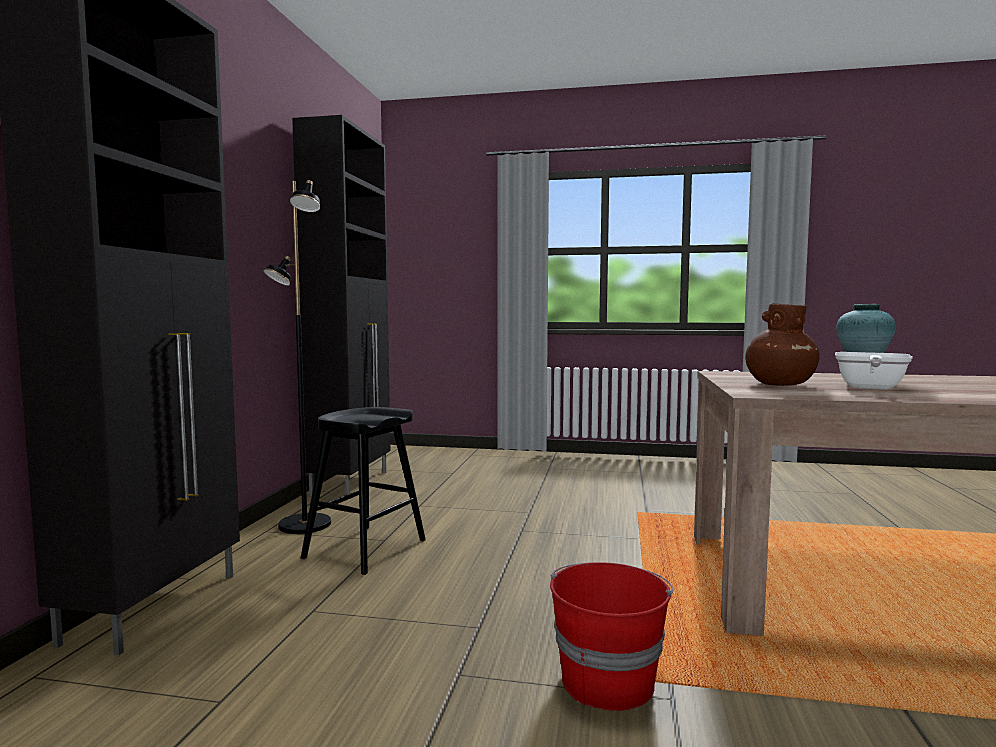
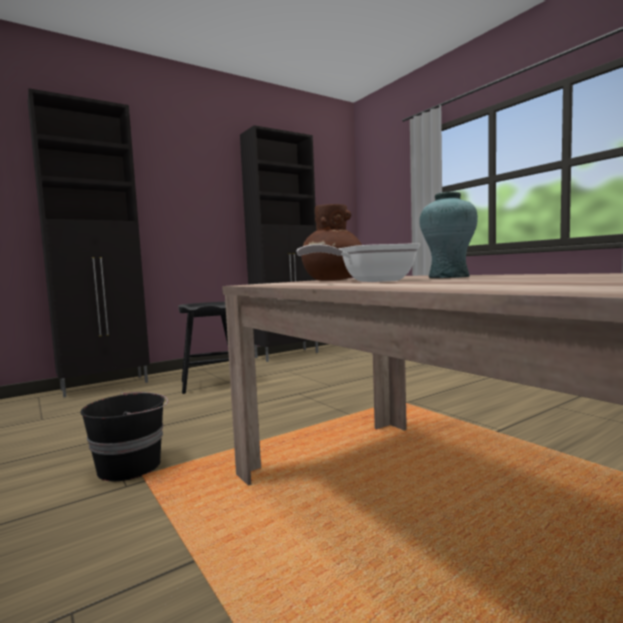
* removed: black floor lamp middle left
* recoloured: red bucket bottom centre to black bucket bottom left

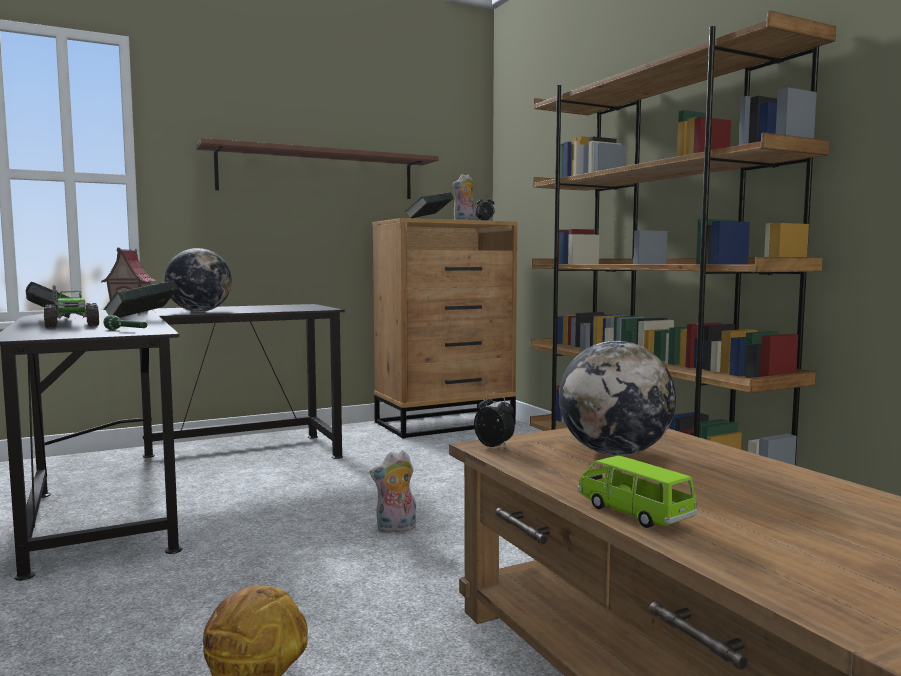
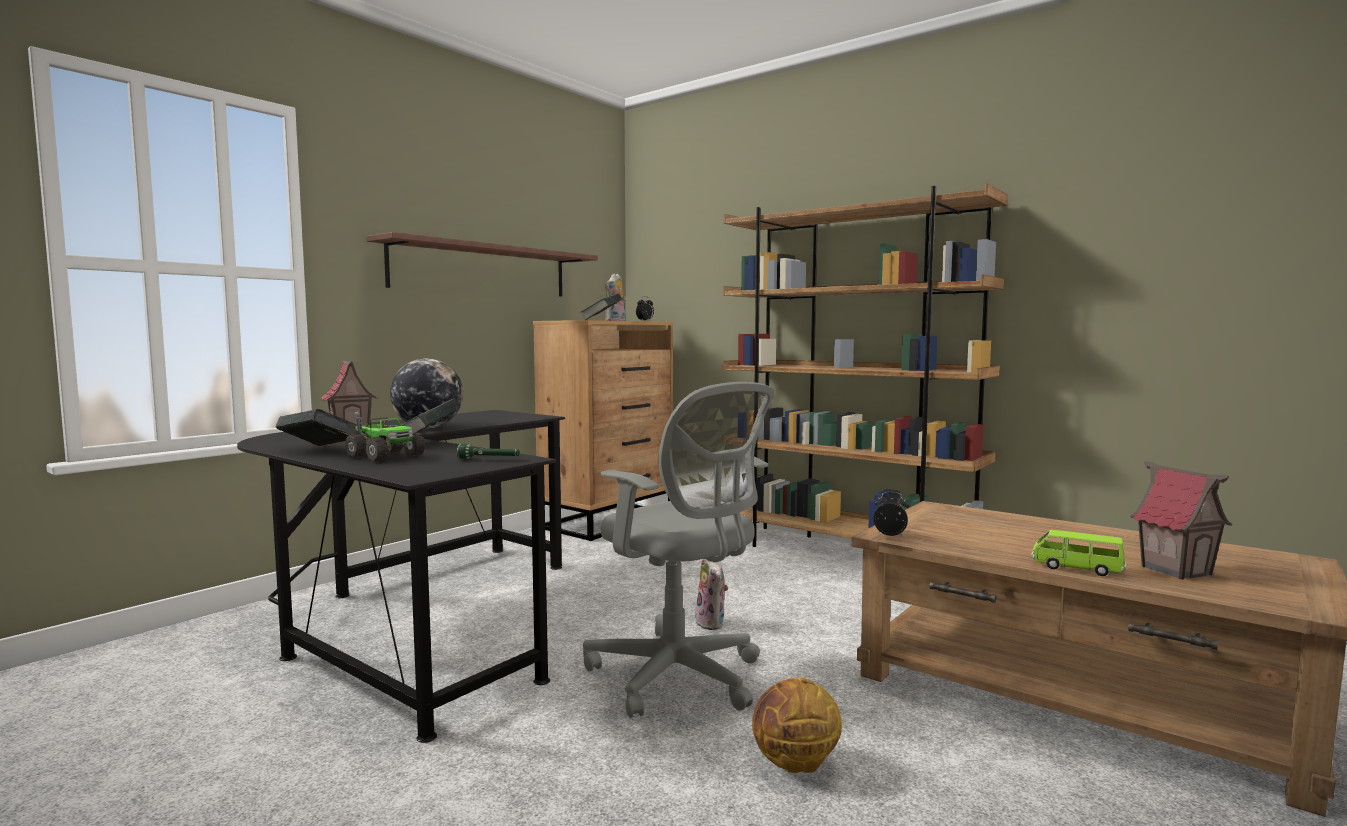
* removed: globe (2nd from left) middle right
* added: grey office chair centre
* added: toy house (2nd from left) middle right
* turned: plush toy (1st from left in the first image) bottom centre = bottom centre 60 degrees counterclockwise

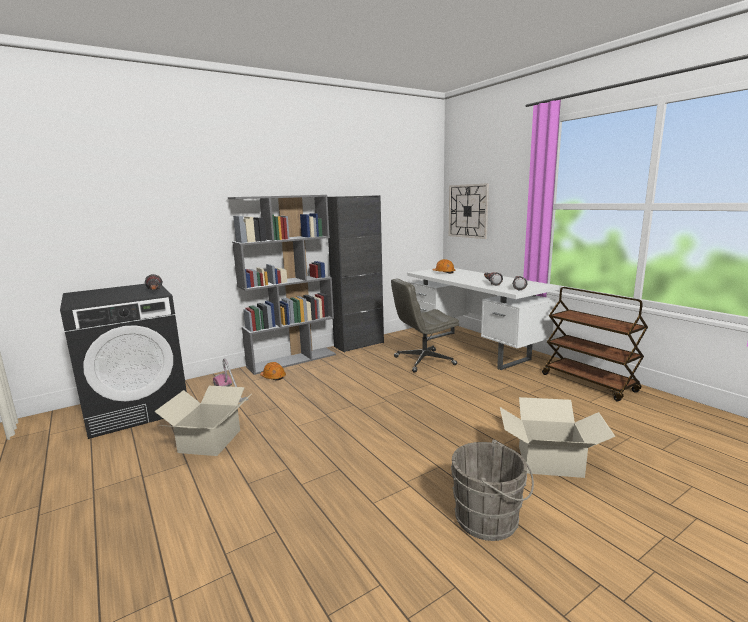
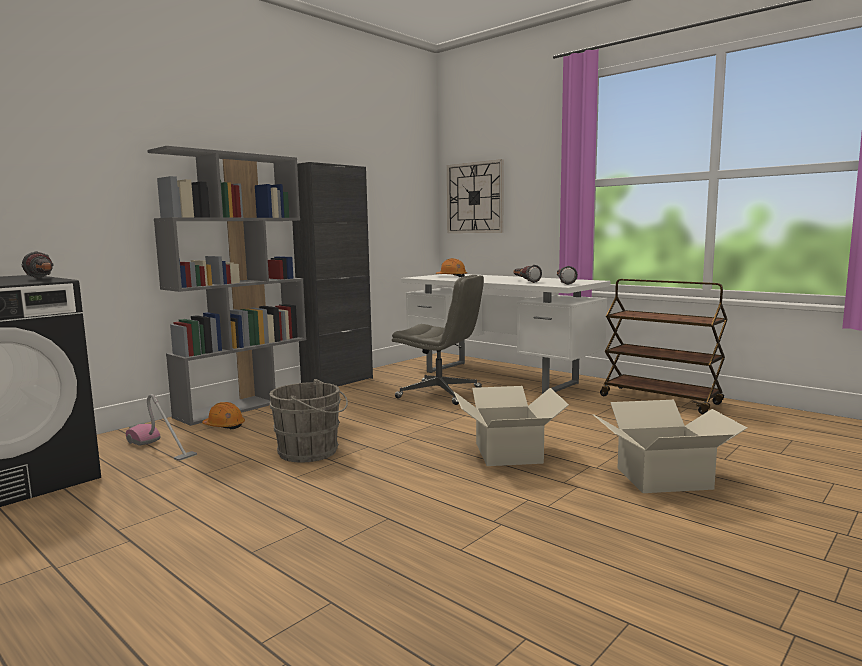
* moved: cardboard box (1st from left) bottom left to centre
* moved: grey bucket bottom centre to centre
* turned: grey office chair centre = centre 120 degrees counterclockwise

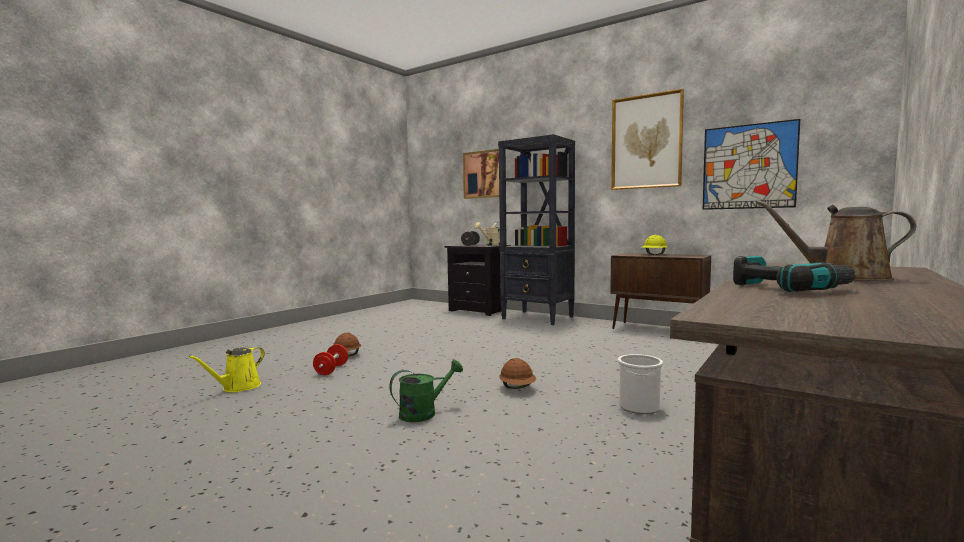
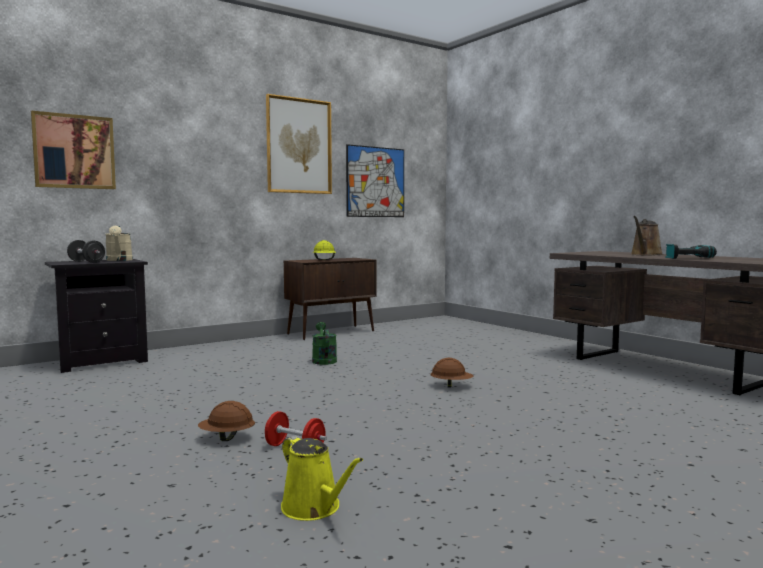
* removed: black bookcase centre
* removed: bucket bottom centre
* moved: green watering can bottom centre to centre

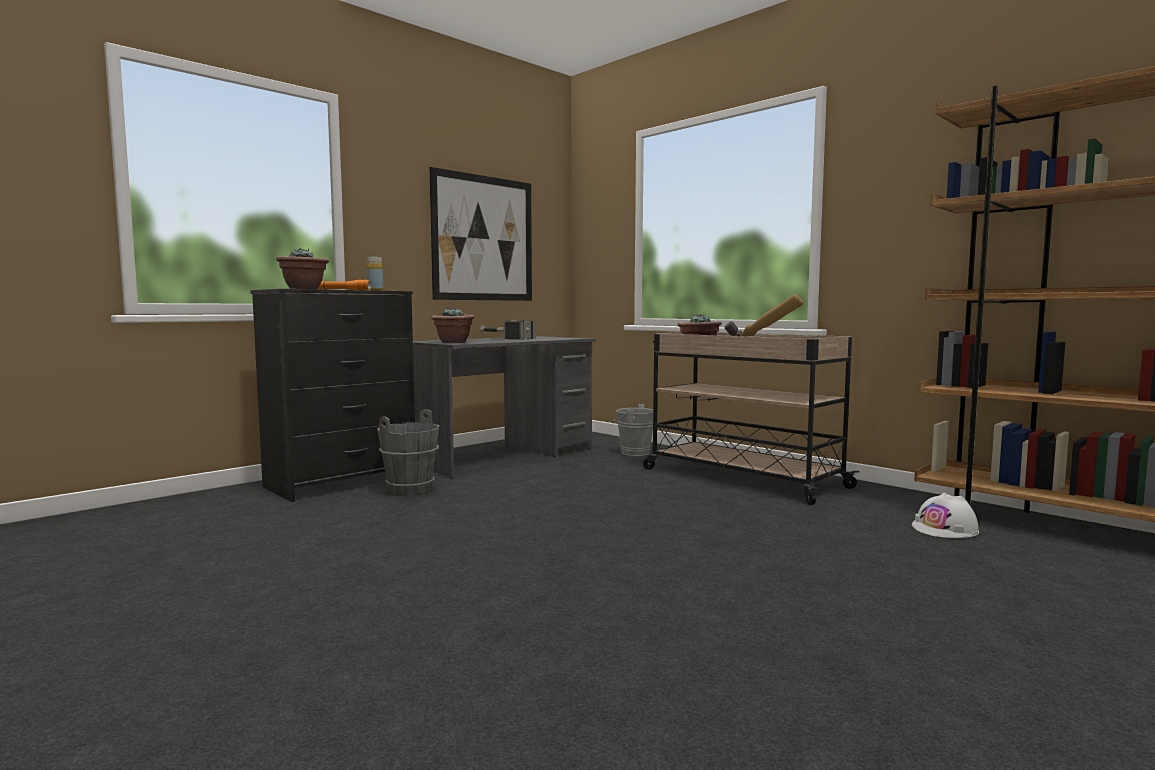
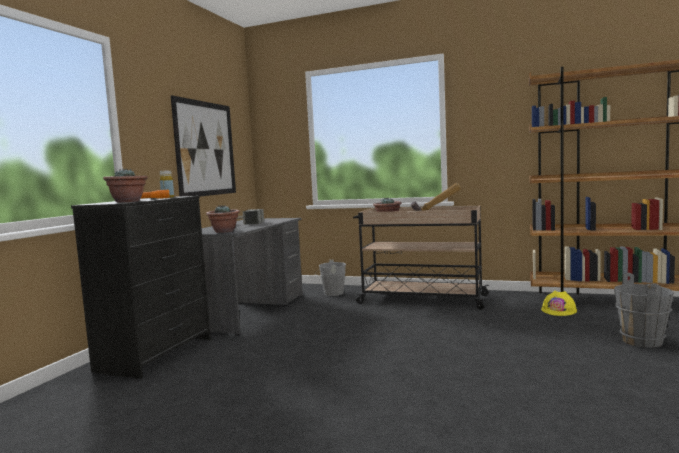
* moved: grey bucket (1st from left in the first image) centre to grey bucket (2nd from left) bottom right
* recoloured: white hard hat bottom right to yellow hard hat bottom right

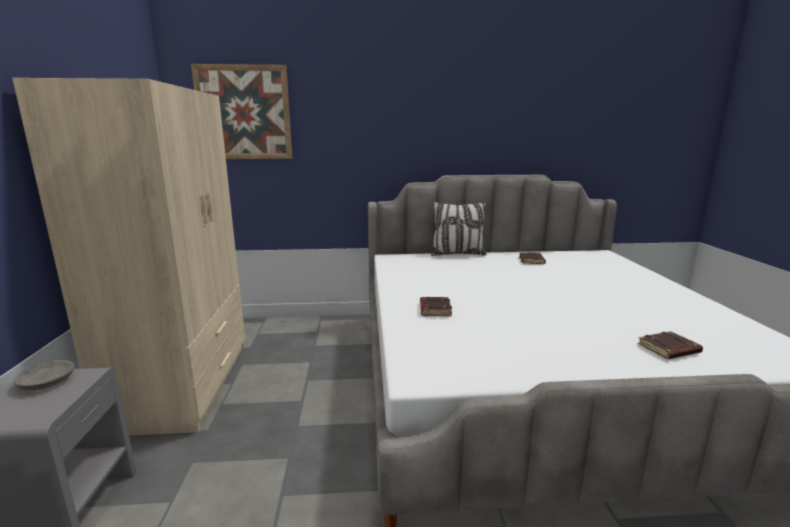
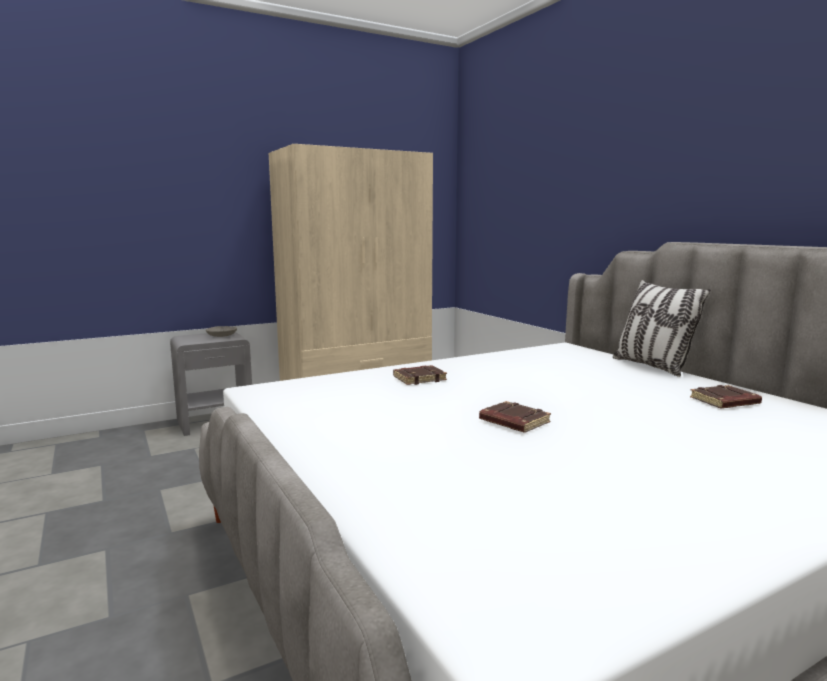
* removed: picture top left
* moved: brown book (3rd from left in the first image) middle right to brown book (2nd from left) centre

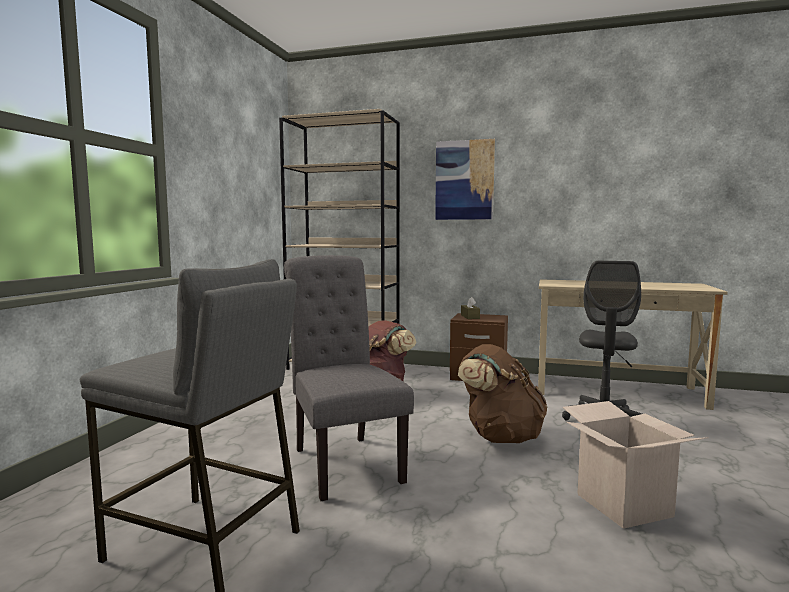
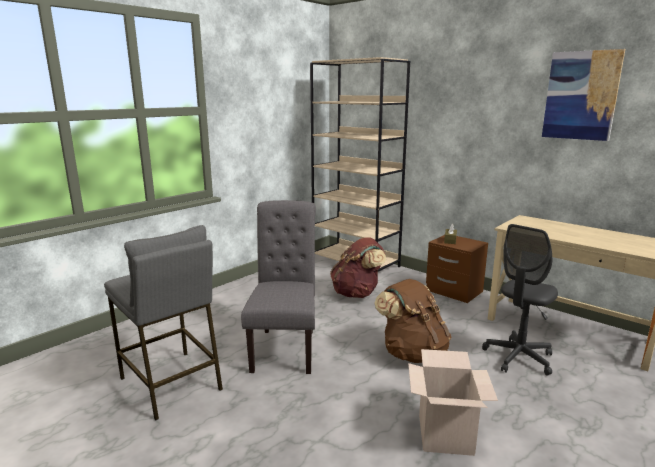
* moved: picture top centre to top right

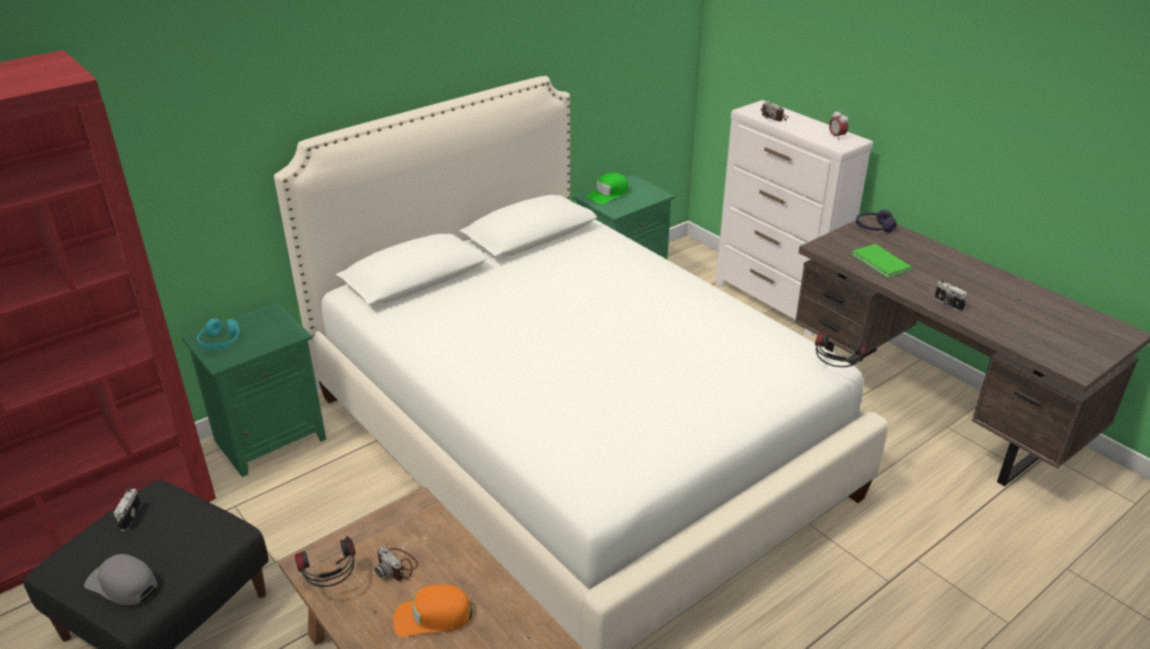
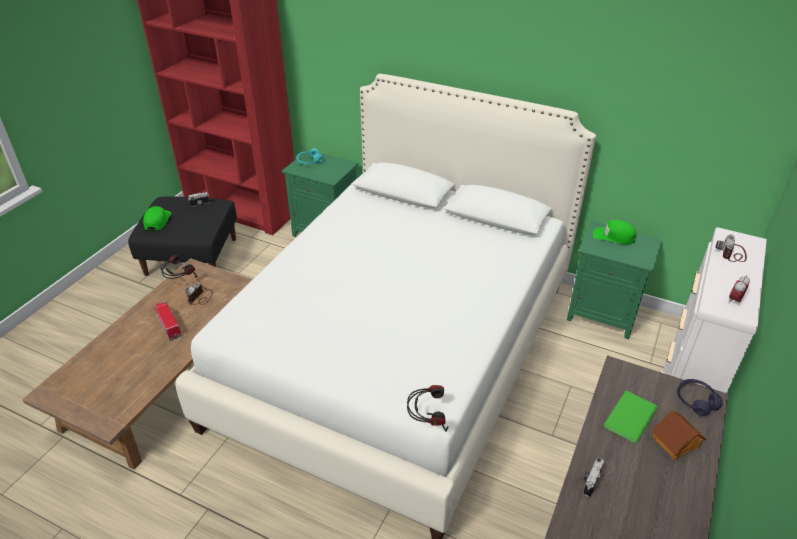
* added: toy house bottom right
* replaced: orange cap bottom centre to toy truck middle left
* recoloured: grey cap bottom left to green cap (1st from left) middle left

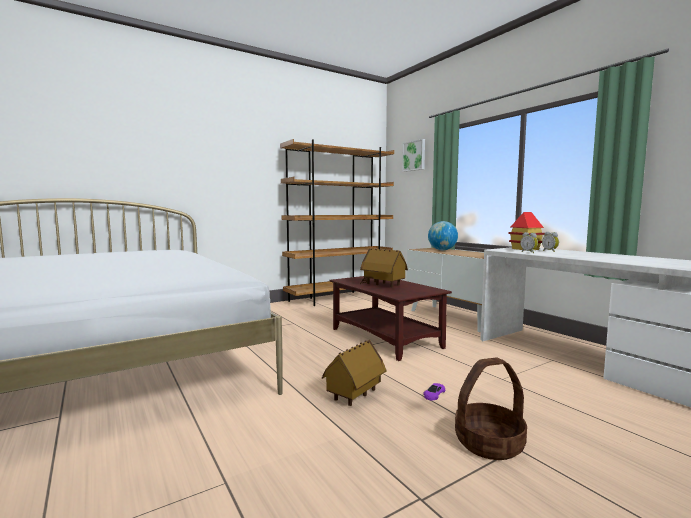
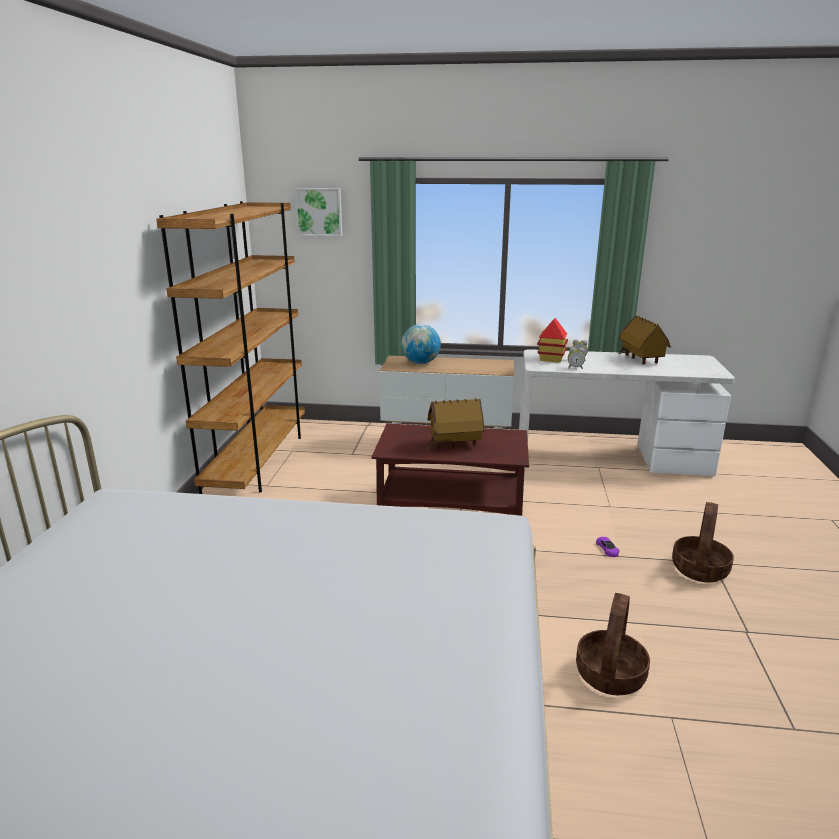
* added: basket (1st from left) bottom right
* moved: toy house (1st from left in the first image) bottom centre to toy house (3rd from left) middle right

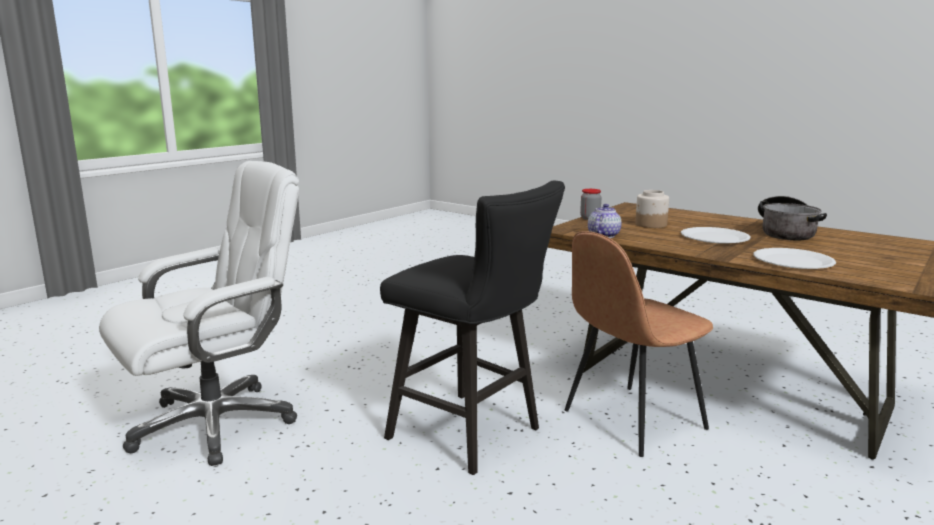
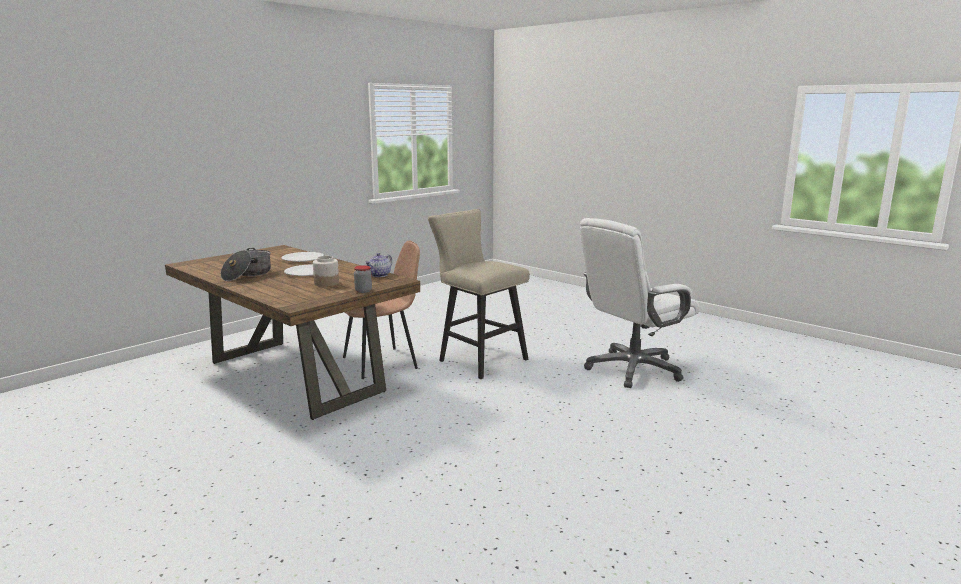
* recoloured: black stool centre to beige stool centre

